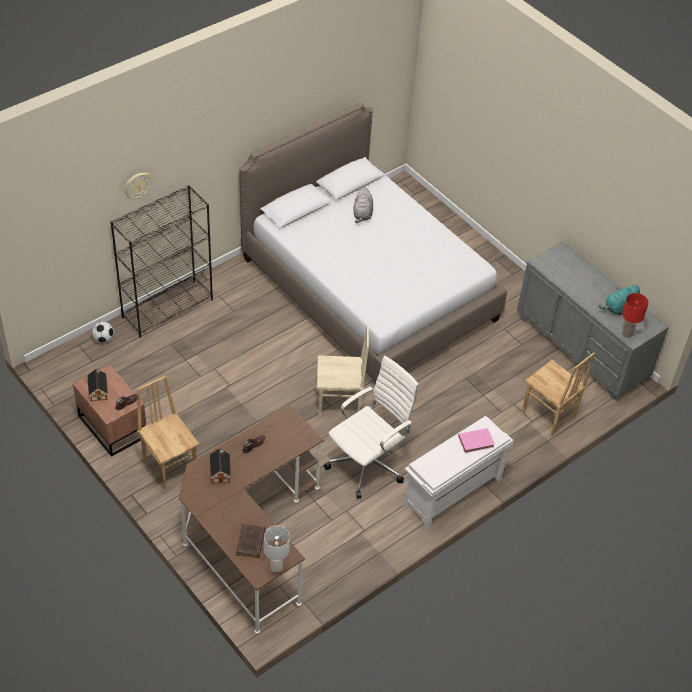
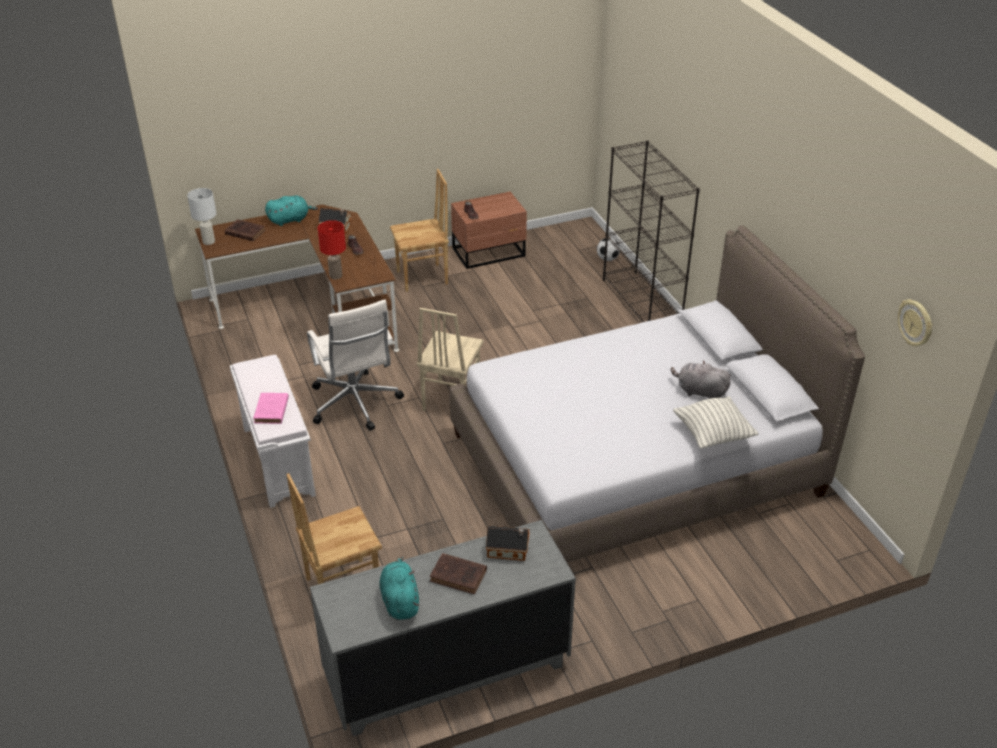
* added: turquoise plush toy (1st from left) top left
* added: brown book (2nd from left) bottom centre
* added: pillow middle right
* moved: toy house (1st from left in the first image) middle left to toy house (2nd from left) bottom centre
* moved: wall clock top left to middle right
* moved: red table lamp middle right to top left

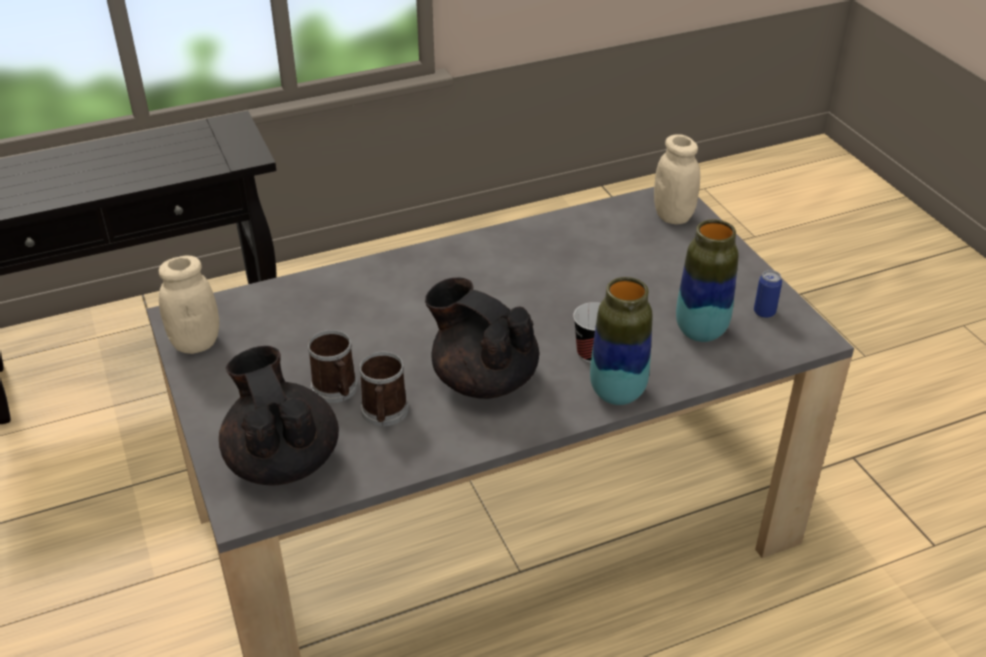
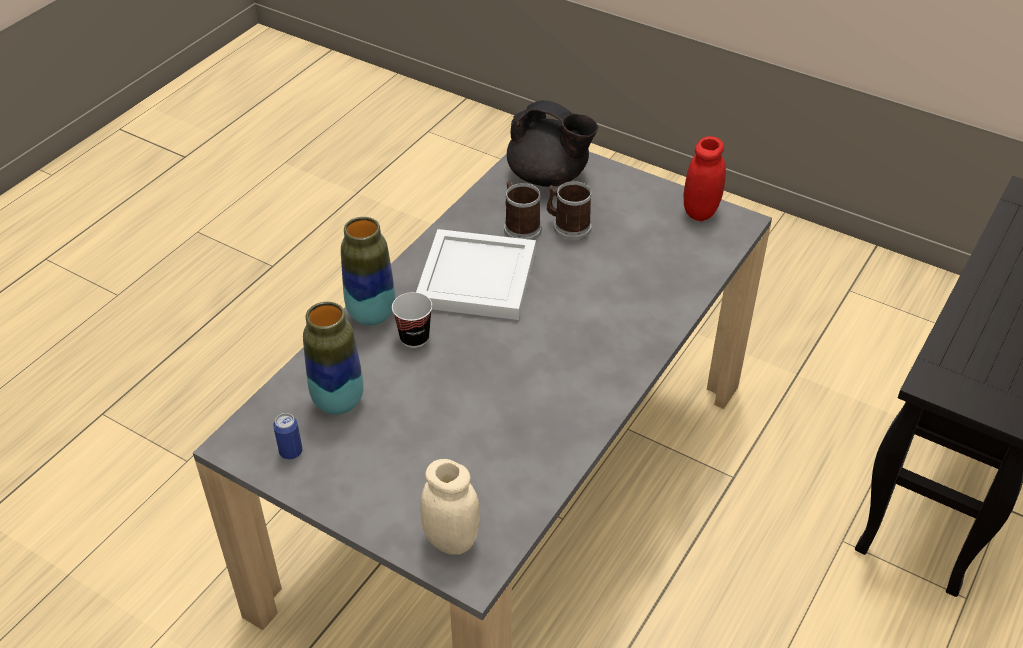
* replaced: black teapot (2nd from left) centre to white tray centre
* recoloured: beige jar (1st from left) middle left to red jar top right

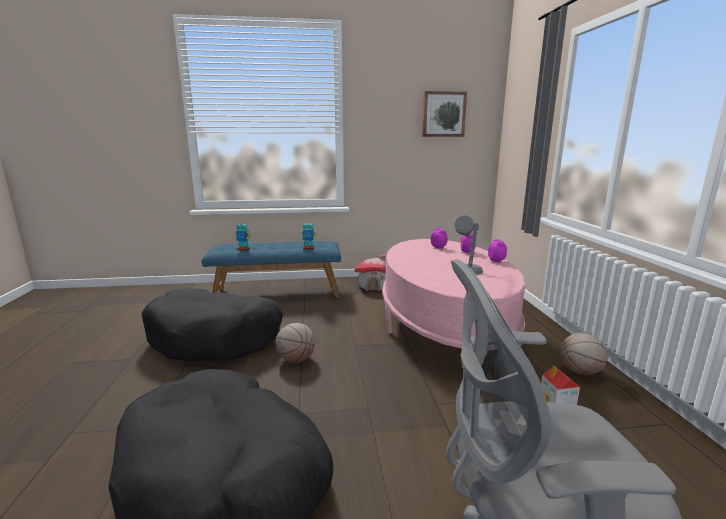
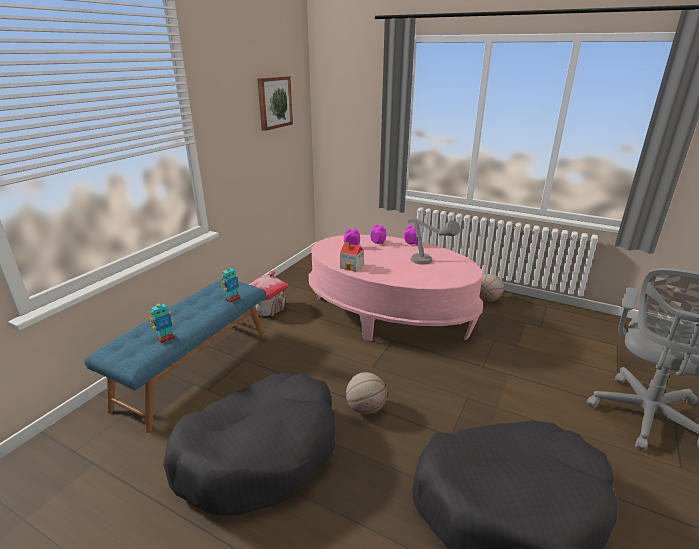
* moved: toy house (2nd from left) bottom right to centre

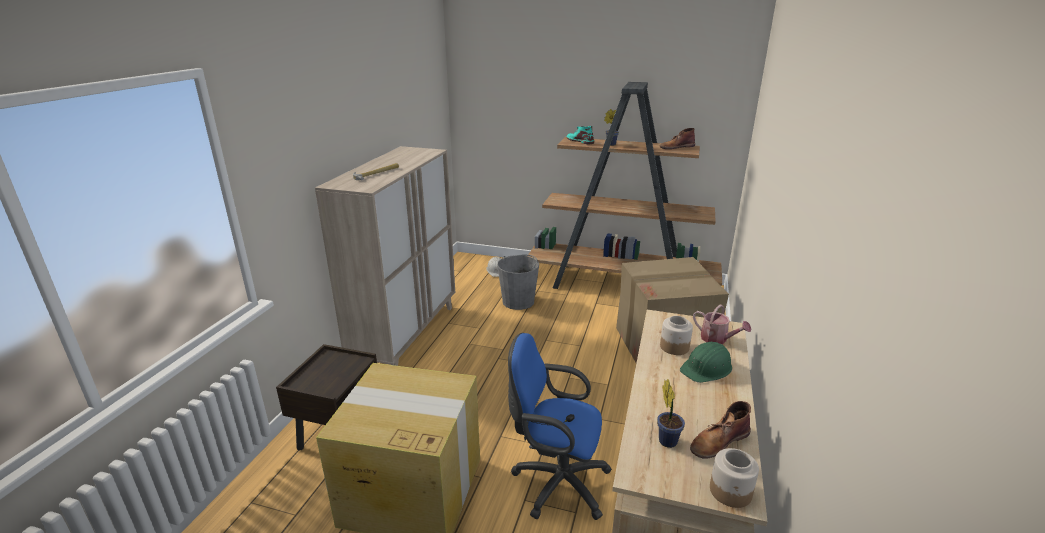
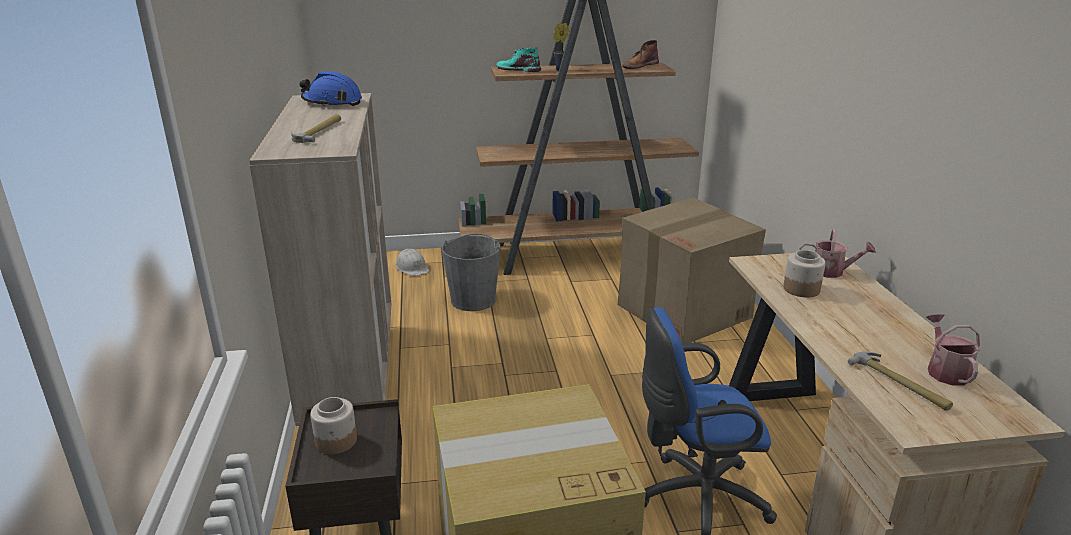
* removed: green hard hat bottom right
* added: blue hard hat top left
* moved: jar (2nd from left in the first image) bottom right to jar (1st from left) bottom left
* replaced: potted plant (2nd from left) bottom centre to hammer (2nd from left) bottom right
* replaced: brown boot (2nd from left) bottom right to watering can (2nd from left) middle right

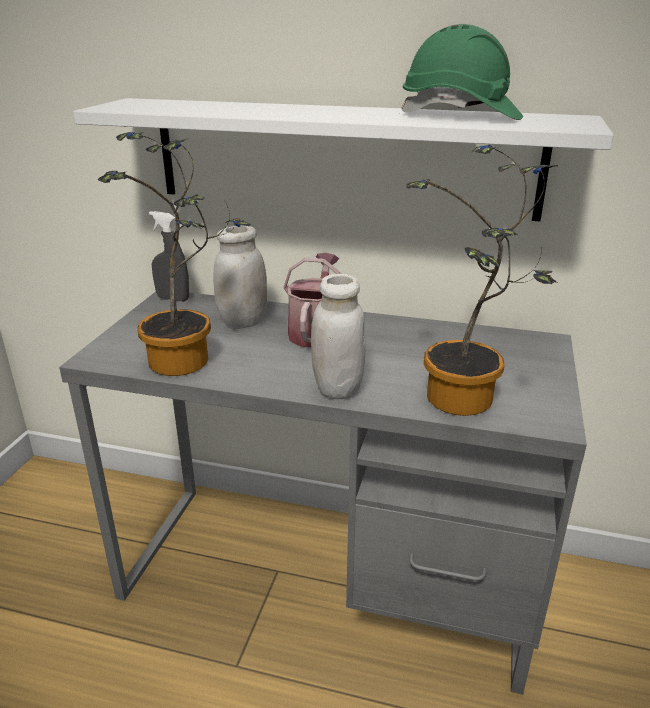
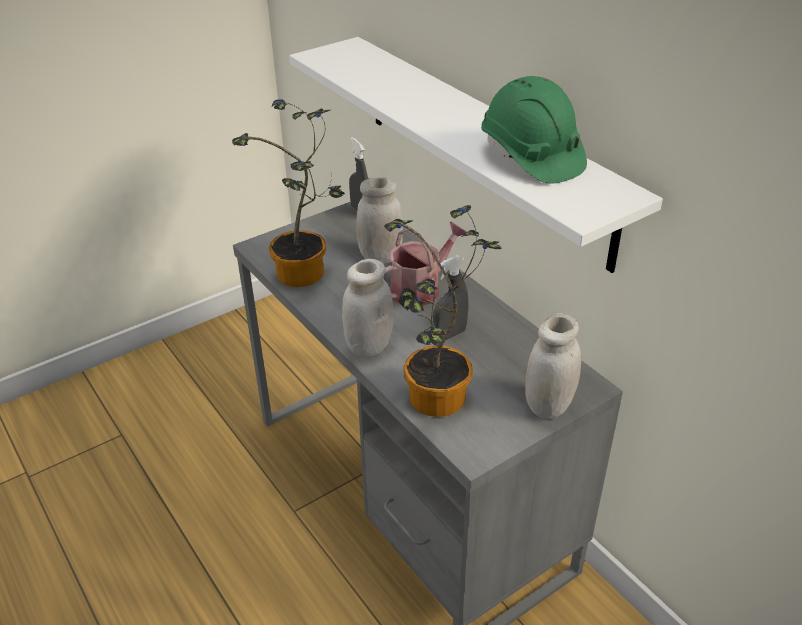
* added: grey spray bottle (2nd from left) centre
* added: white jar (3rd from left) middle right

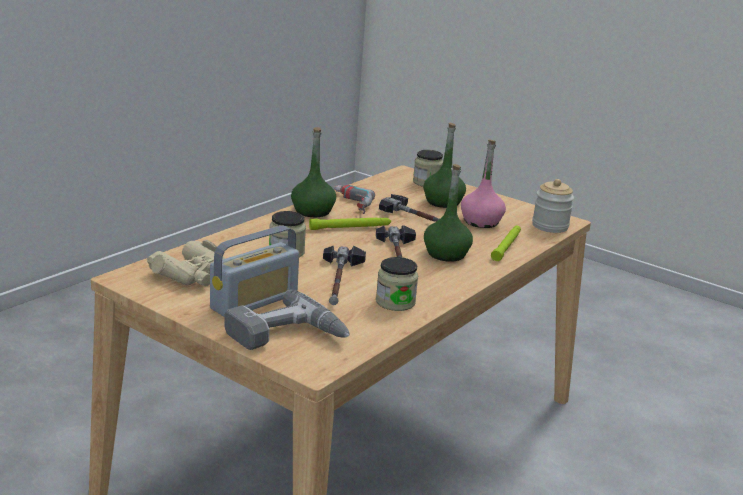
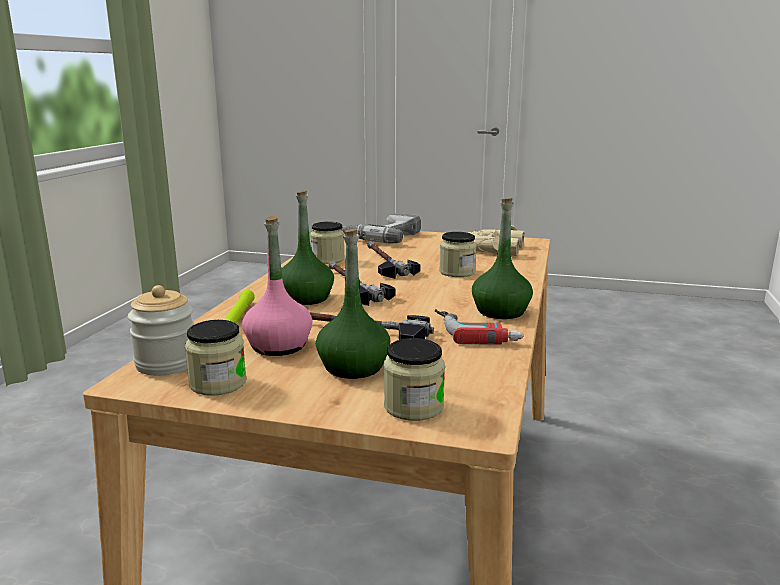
* removed: radio centre
* removed: green flashlight (1st from left) centre
* added: jar (2nd from left) middle left

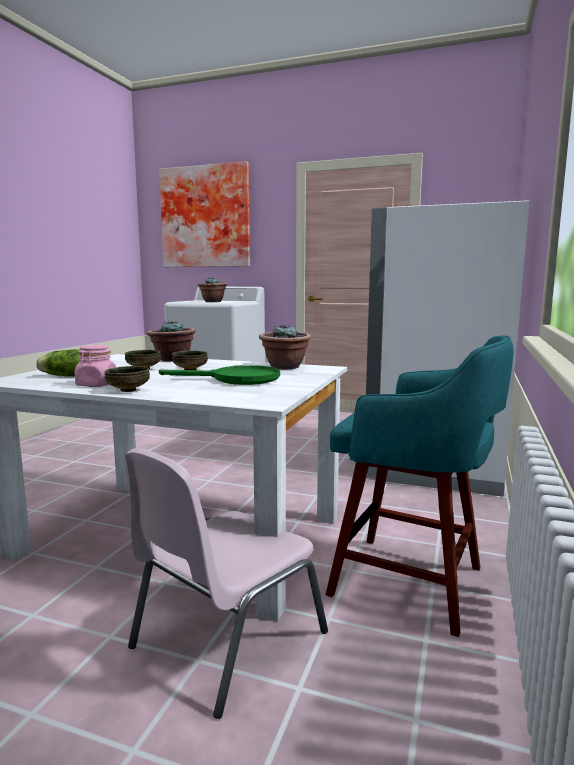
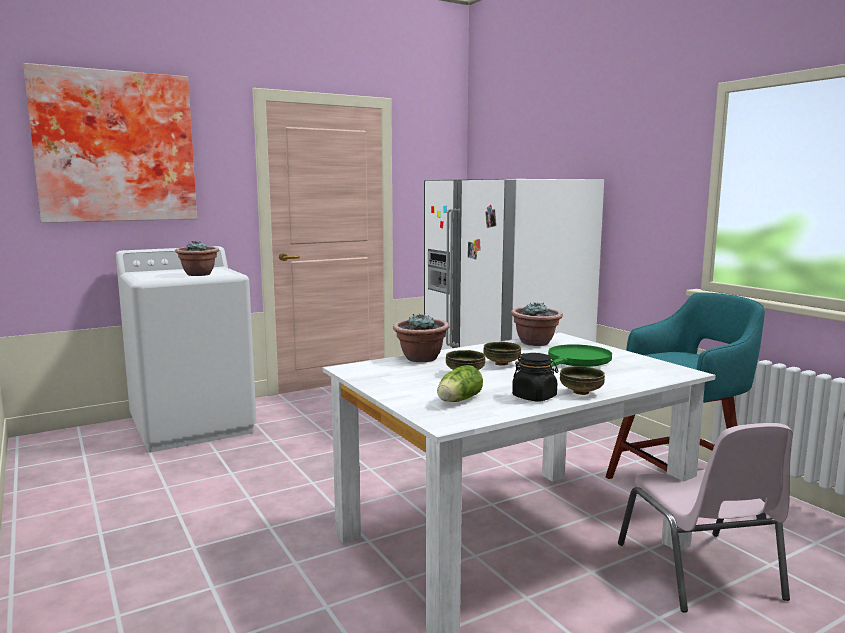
* recoloured: pink jar middle left to black jar centre

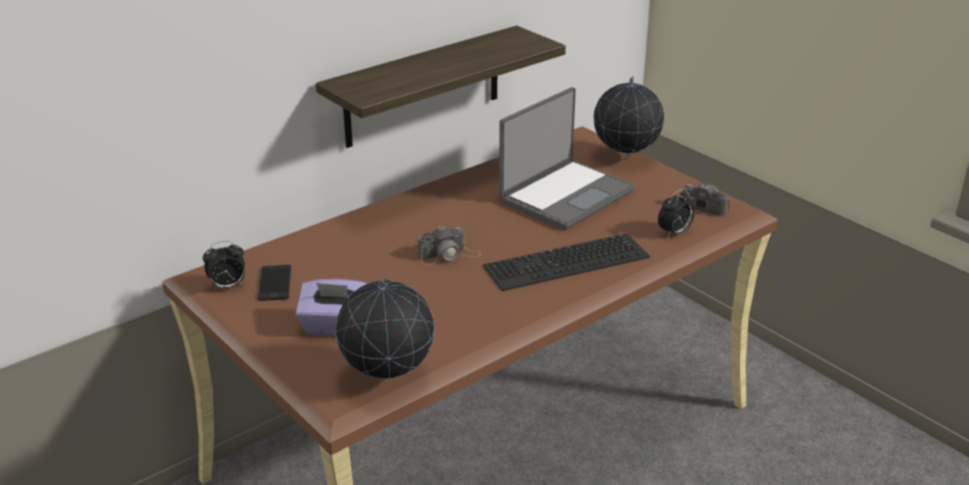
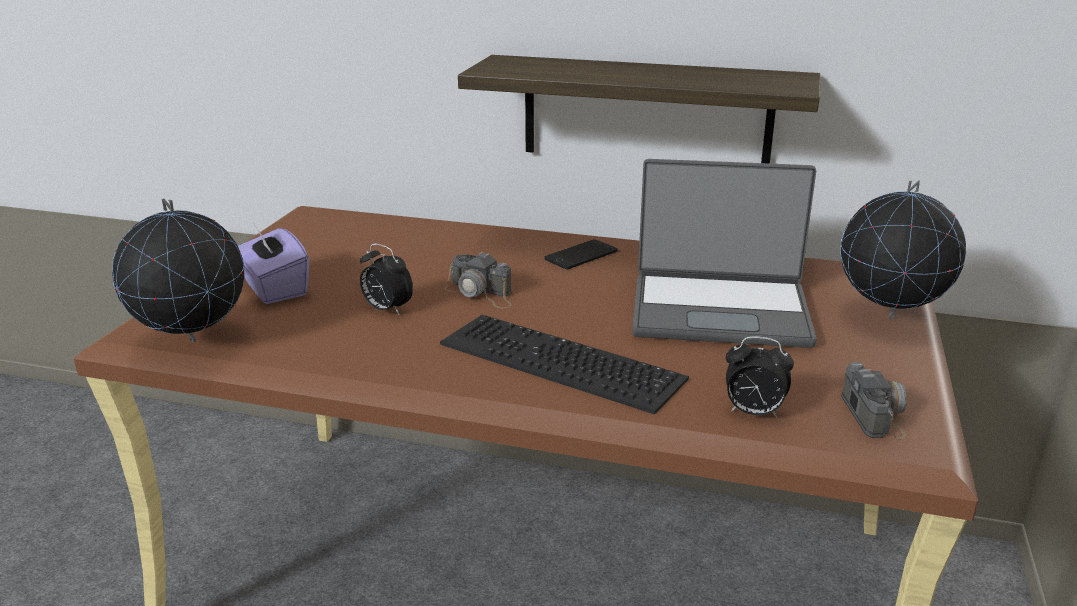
* moved: alarm clock (1st from left) middle left to centre
* moved: phone middle left to centre

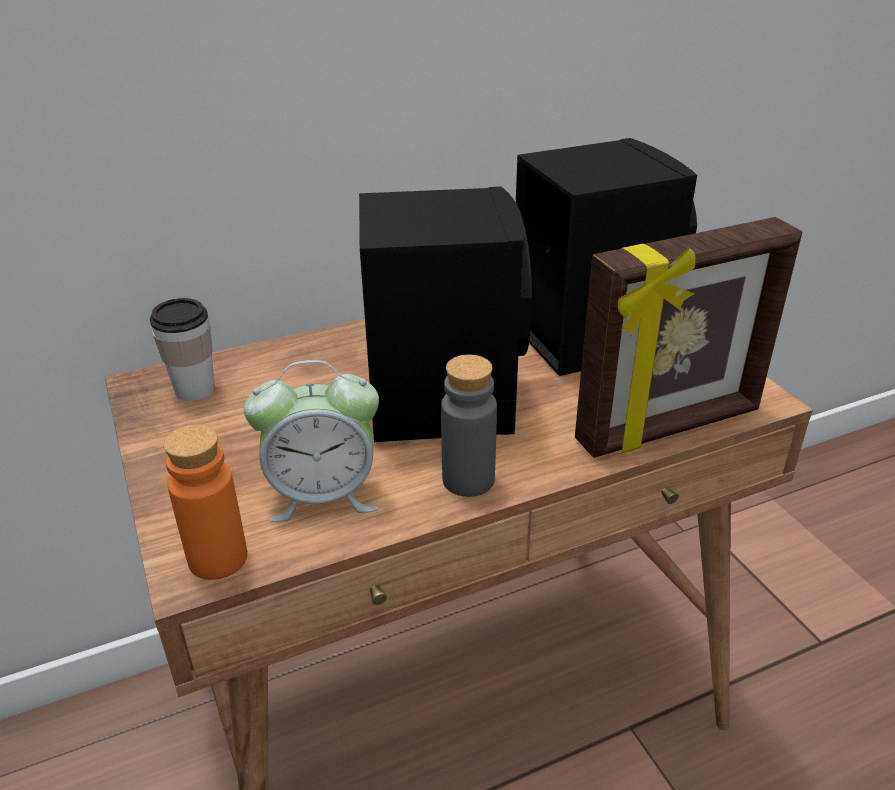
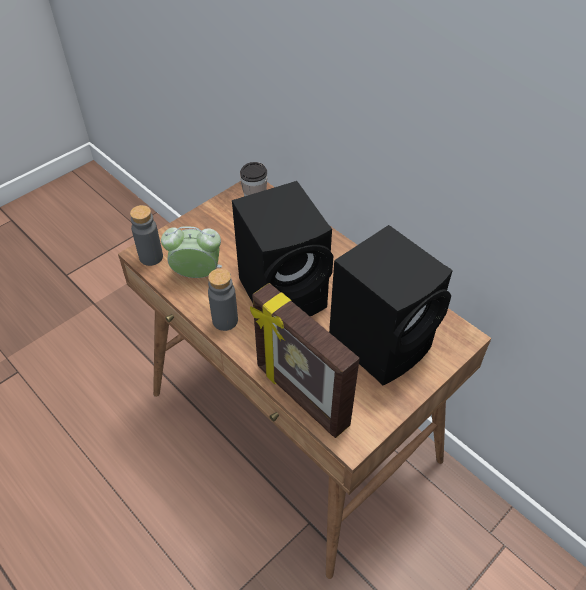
* recoloured: orange bottle middle left to grey bottle (1st from left) middle left
* turned: alarm clock centre = middle left 120 degrees clockwise

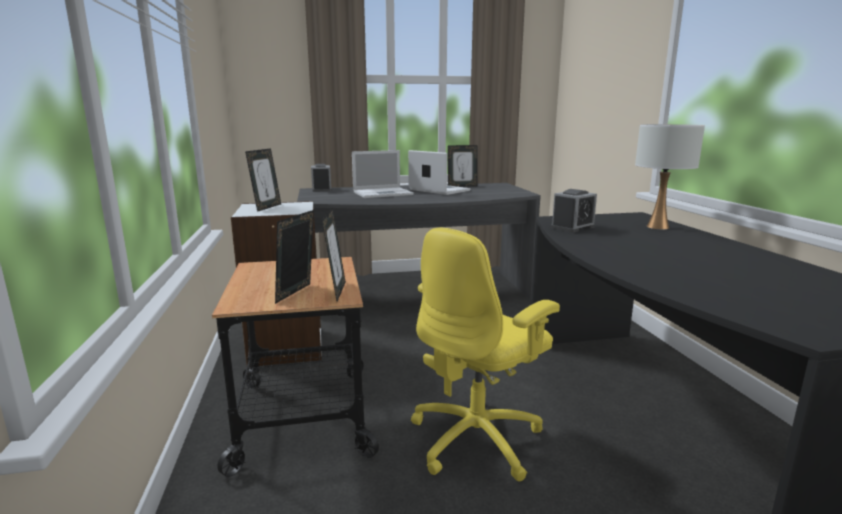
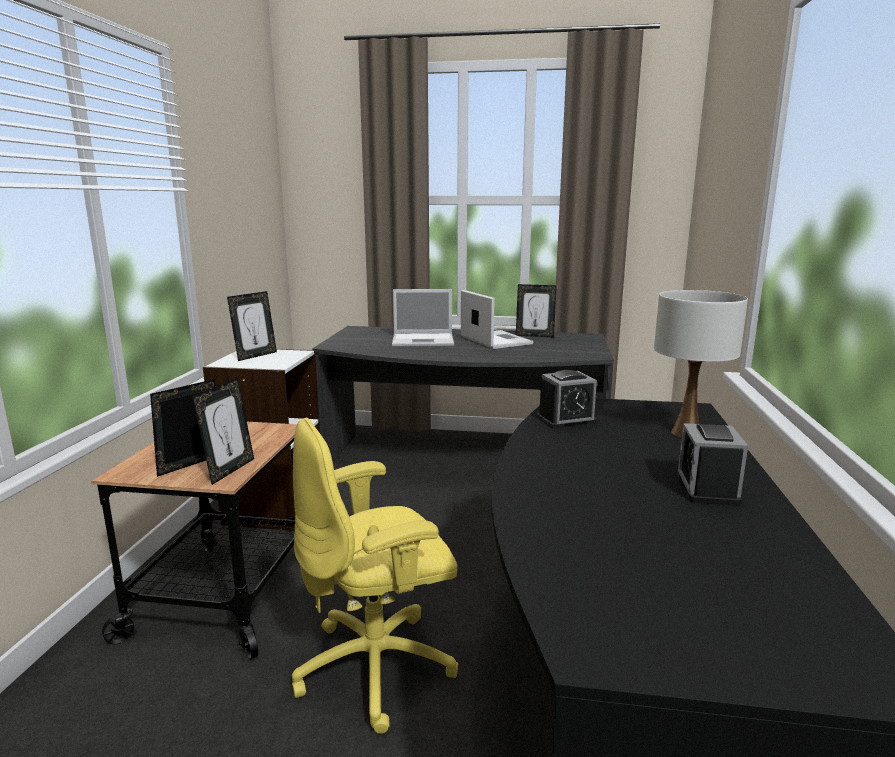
* moved: alarm clock (1st from left in the first image) centre to alarm clock (2nd from left) middle right

